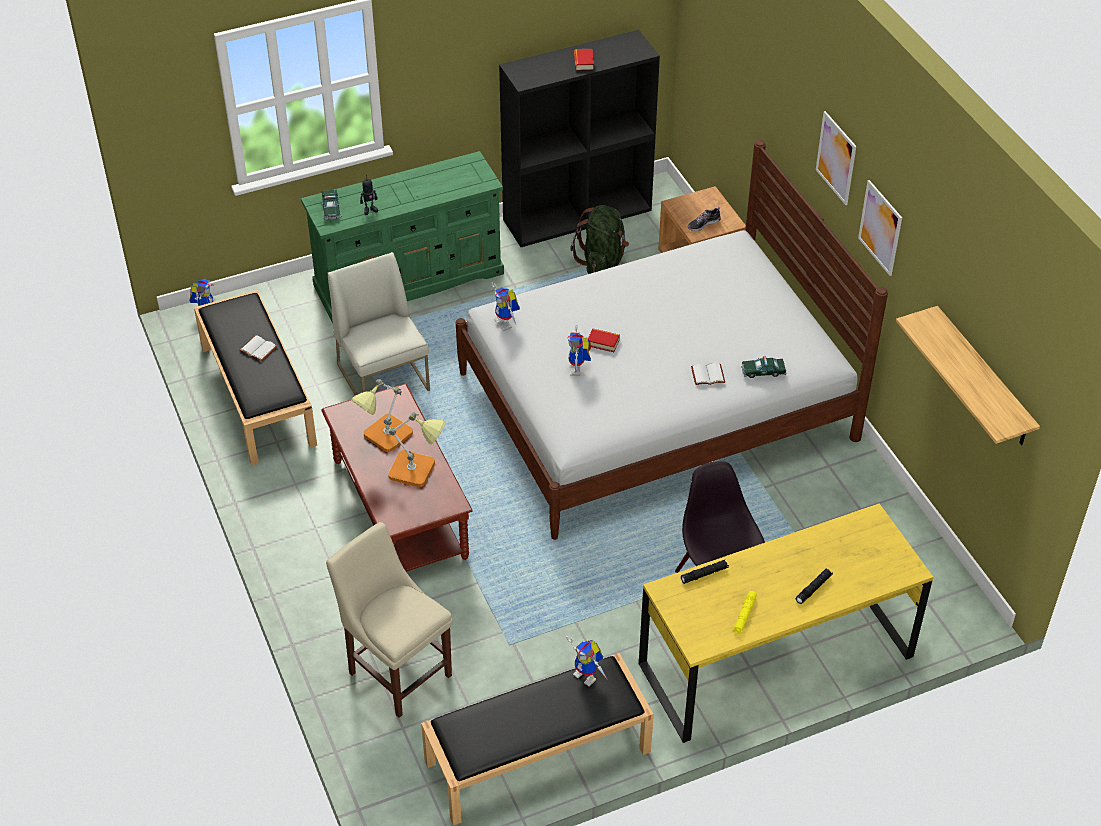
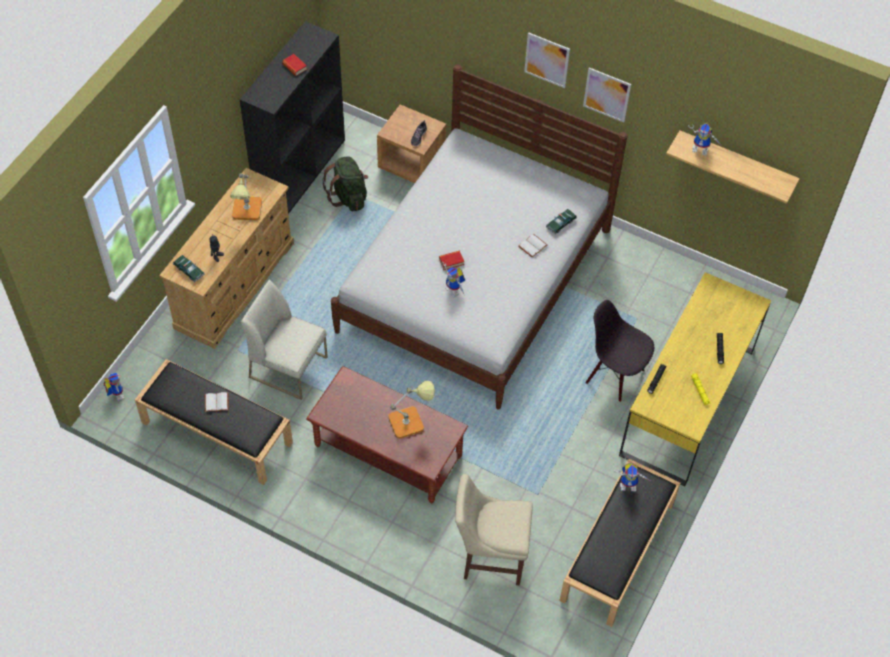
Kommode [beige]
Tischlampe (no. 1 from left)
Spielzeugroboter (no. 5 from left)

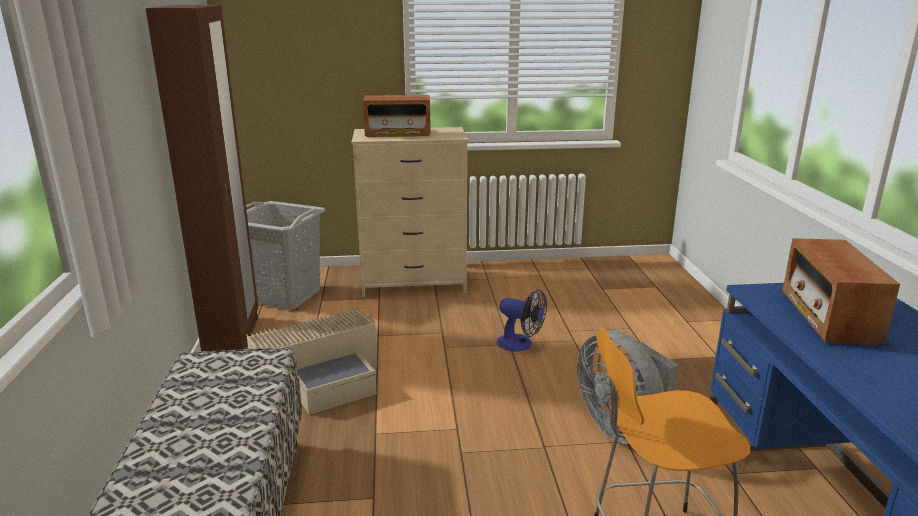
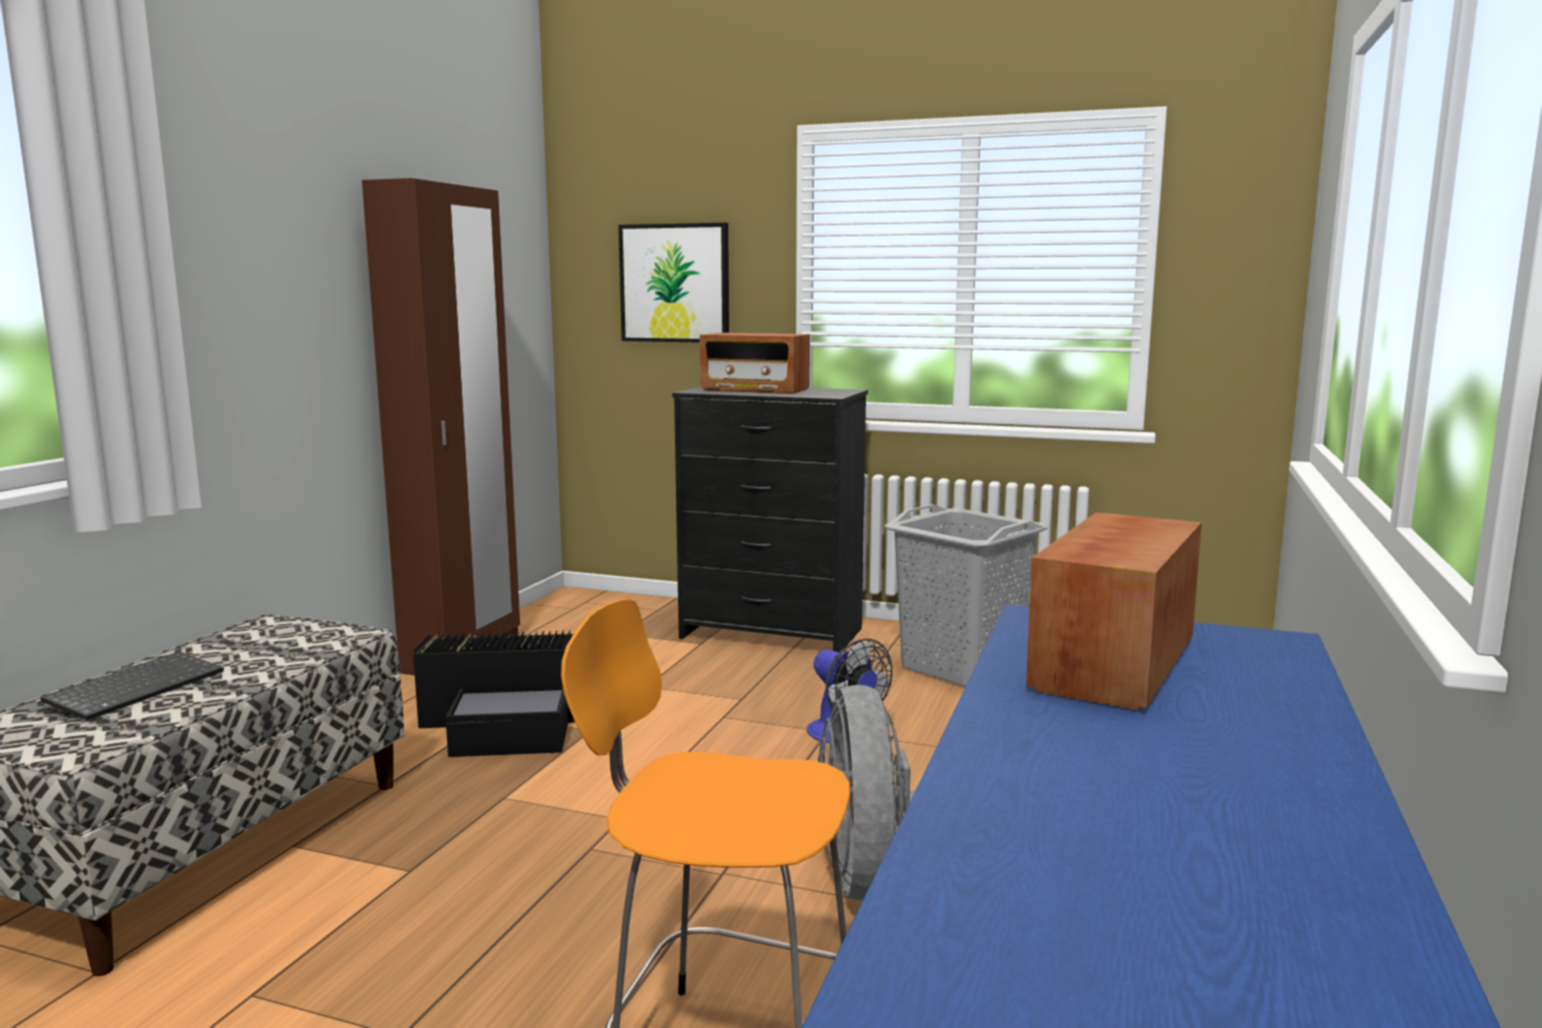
Wäschekorb [grau]
Aufbewahrungsbox [schwarz]
Kommode [schwarz]
Tastatur
Bild

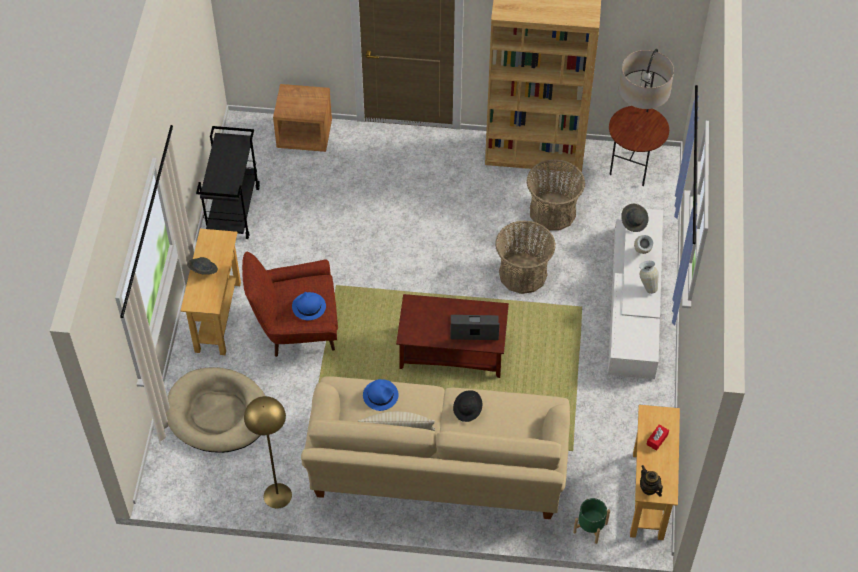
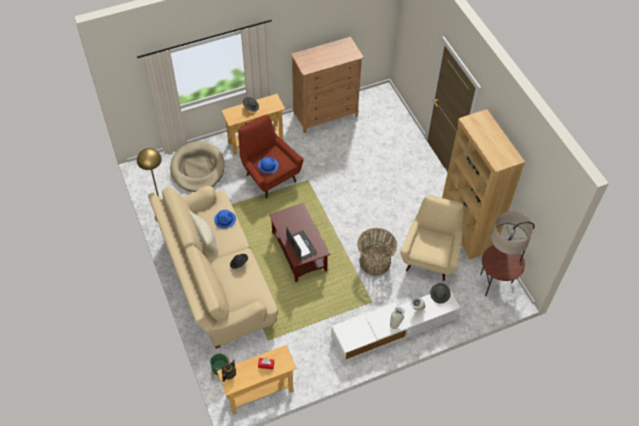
Kommode [braun]
Nachttisch [braun]
Sessel [beige]

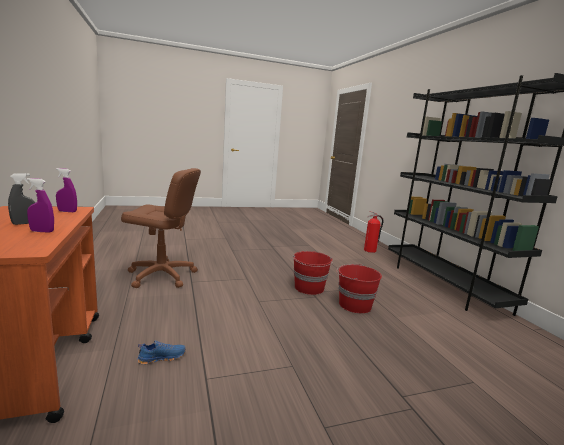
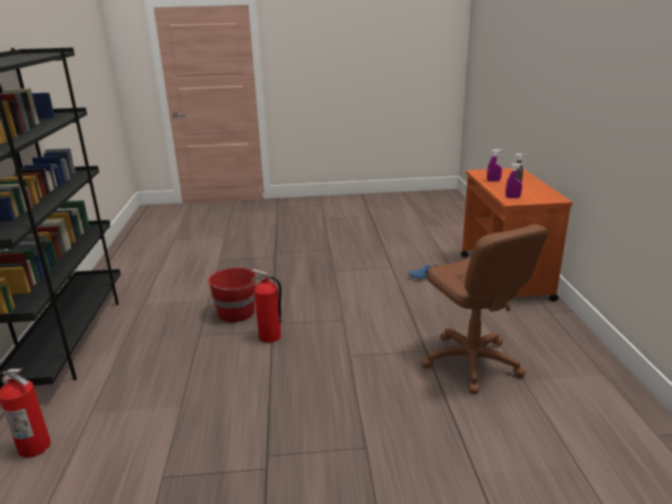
Bürostuhl [braun]
Feuerlöscher (no. 2 from left)

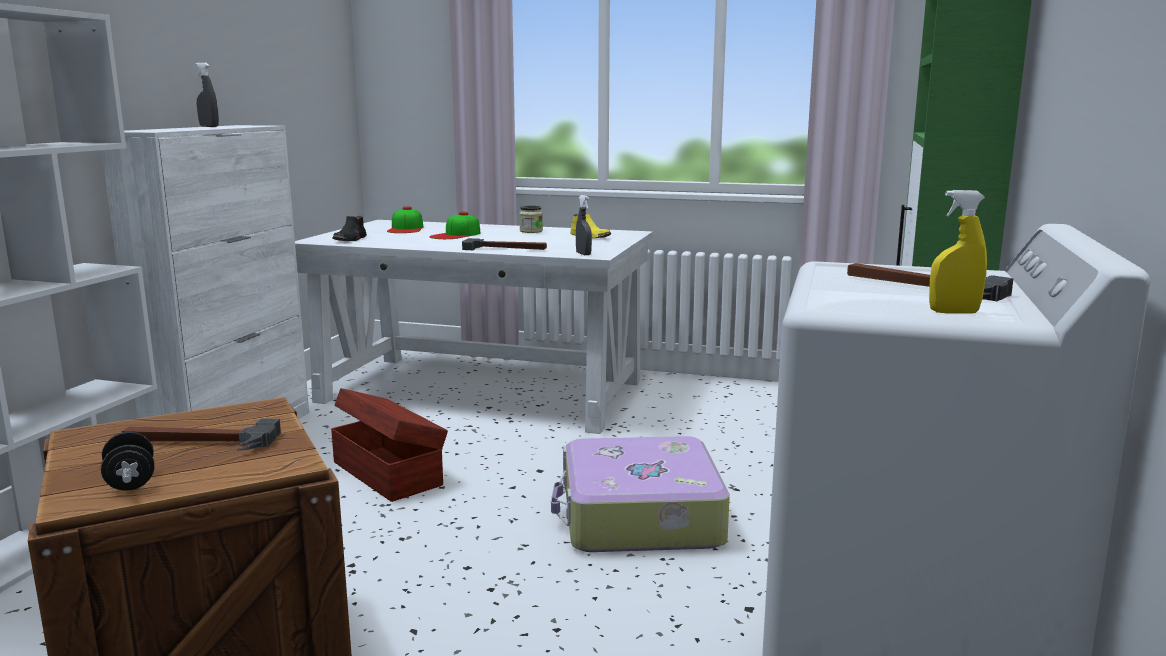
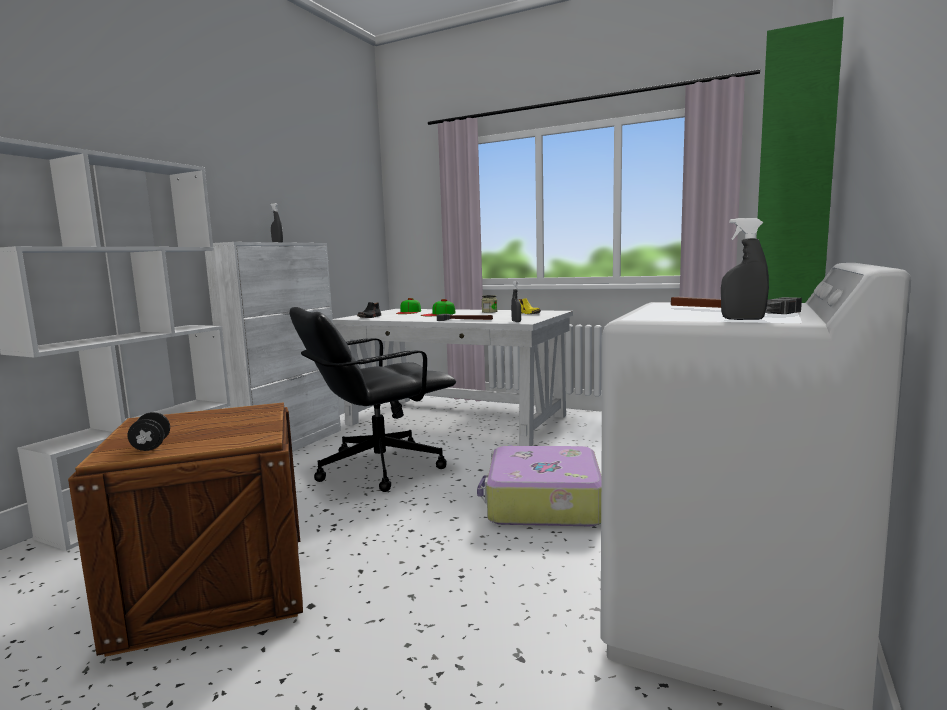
Hammer (no. 1 from left in the first image)
Bürostuhl [schwarz]
Sprühflasche [grau] (no. 3 from left)

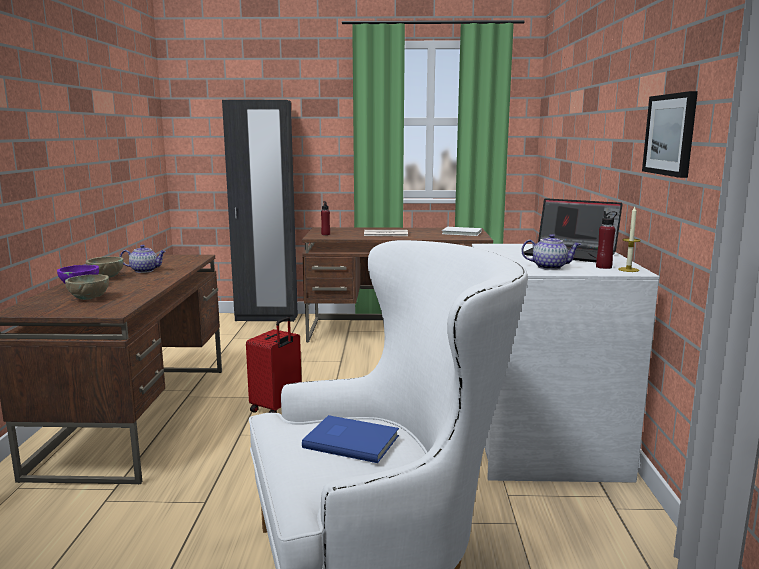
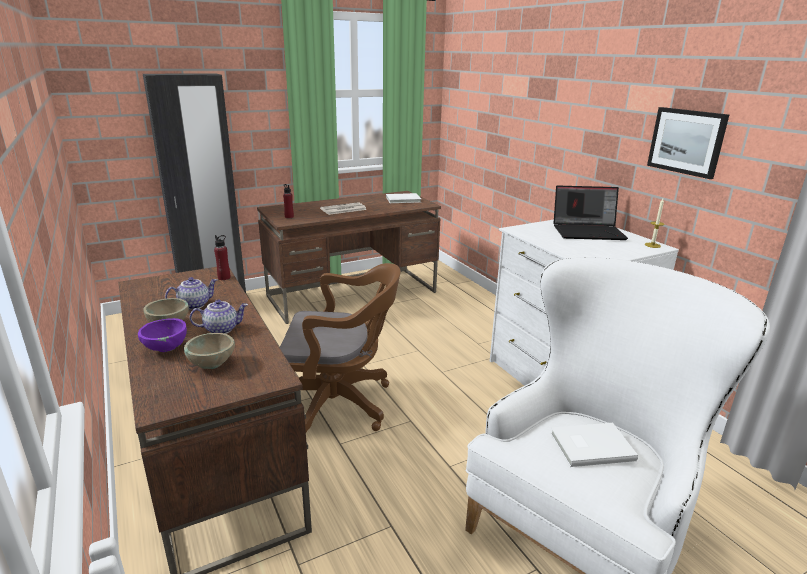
Bürostuhl [braun]
Buch [weiß] (no. 2 from left)
Teekanne (no. 2 from left)
Flasche [rot] (no. 1 from left)

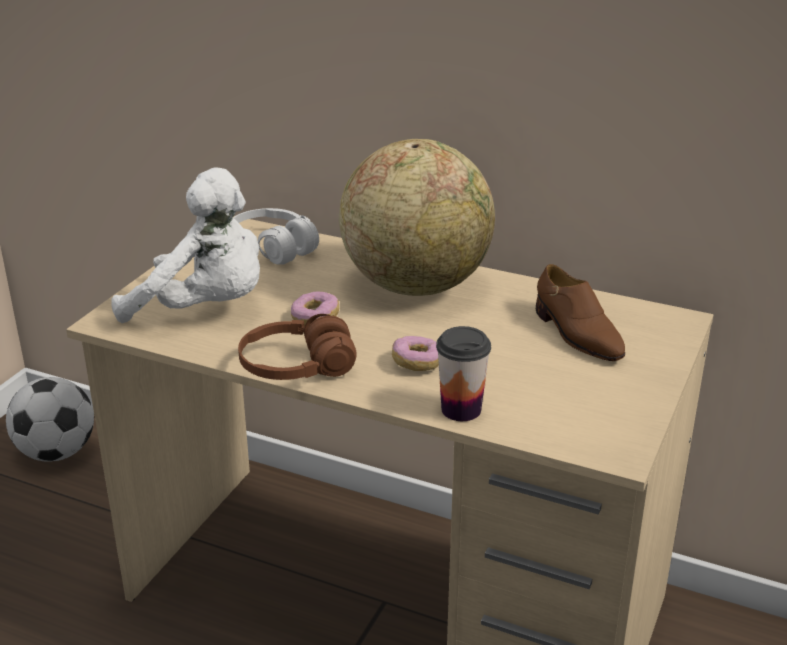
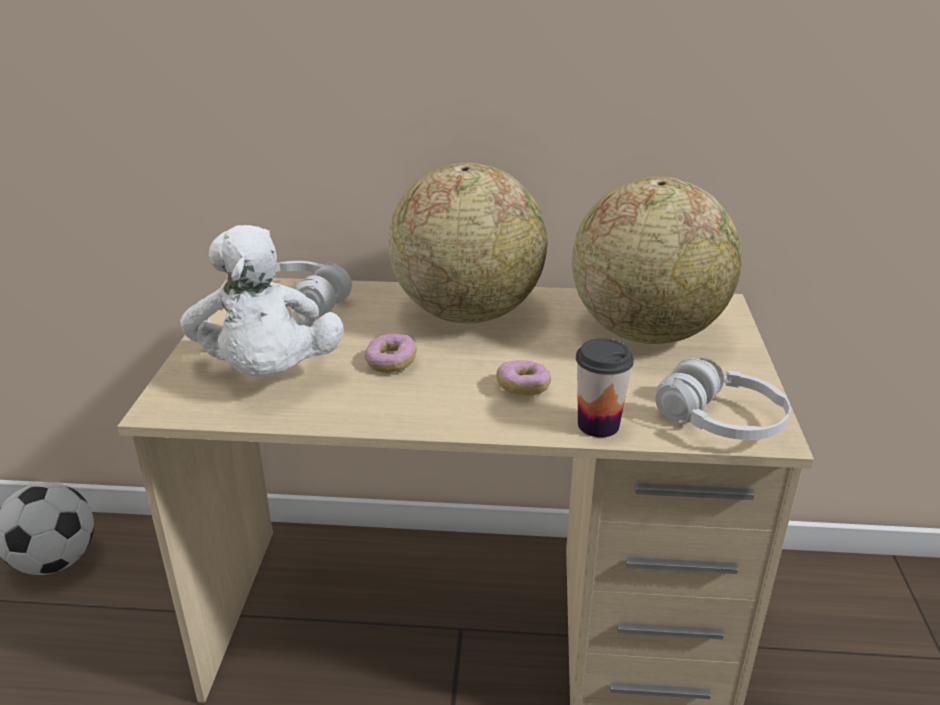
Plüschtier [weiß]
Kopfhörer [braun]
Globus (no. 2 from left)
Kopfhörer [weiß] (no. 2 from left)

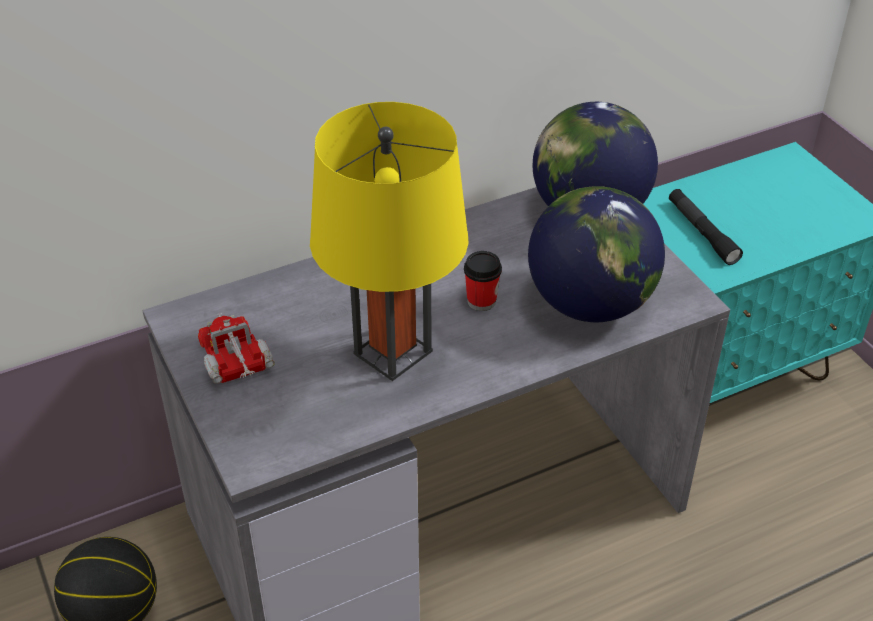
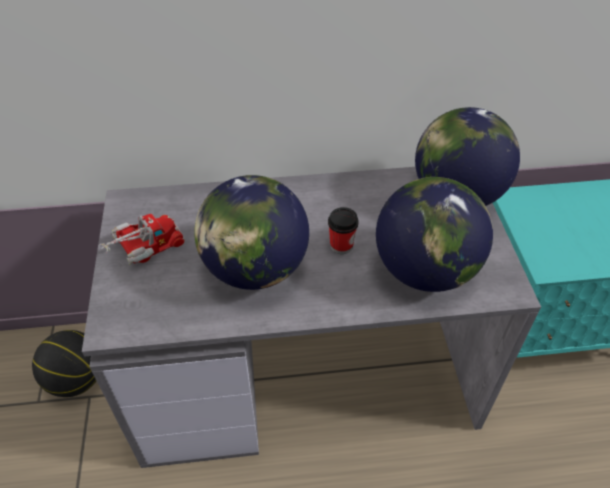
Spielzeuglaster
Globus (no. 1 from left)
Taschenlampe [schwarz]

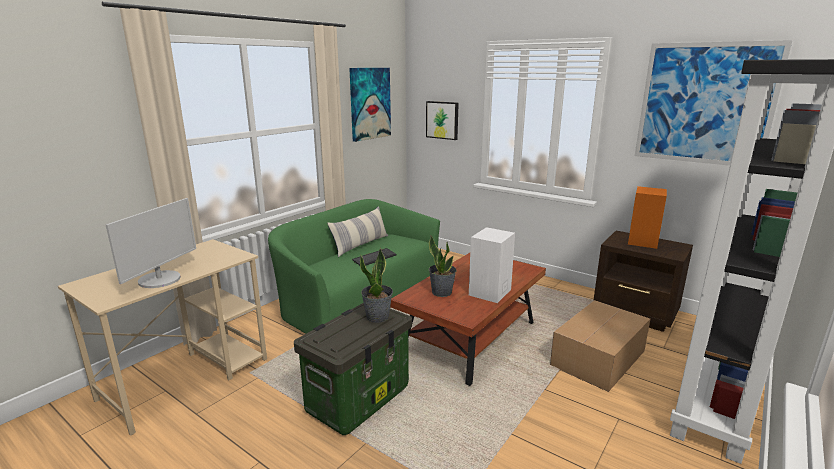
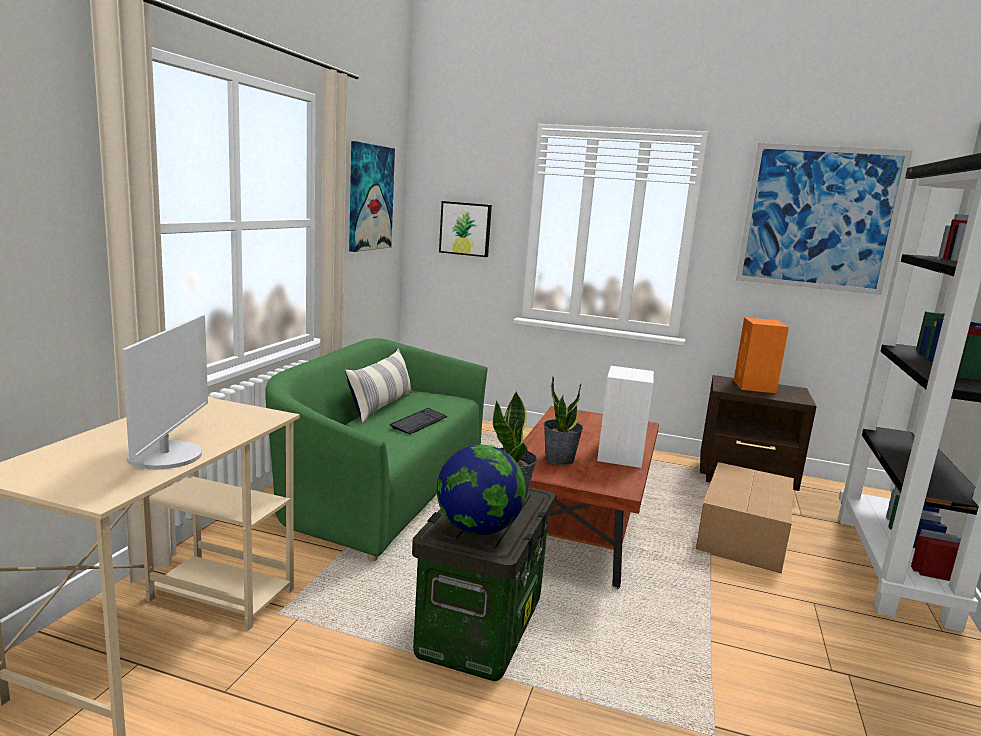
Globus

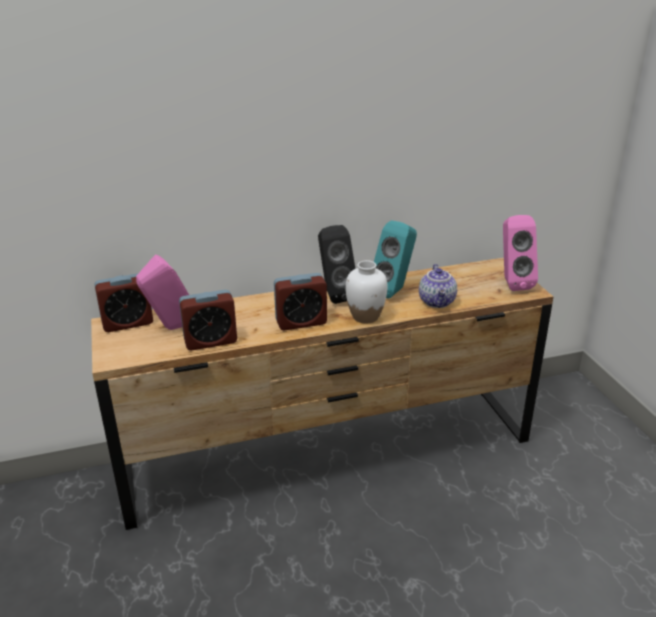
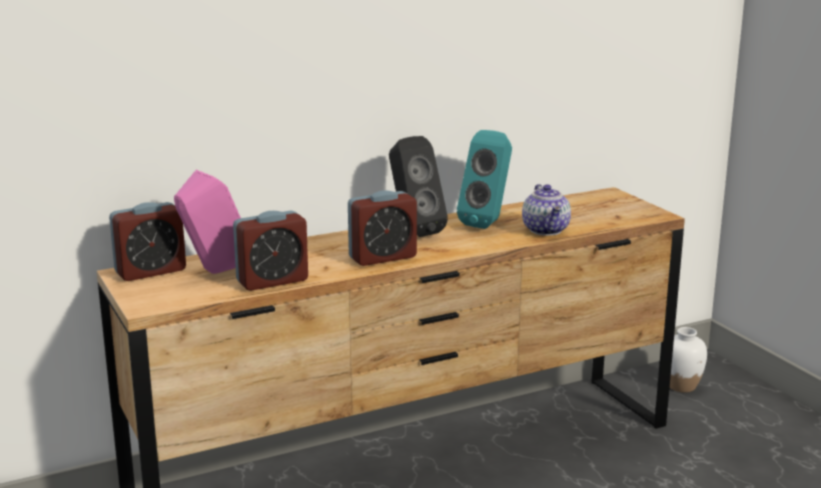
Vase [weiß]
Lautsprecher [rosa] (no. 2 from left in the first image)

